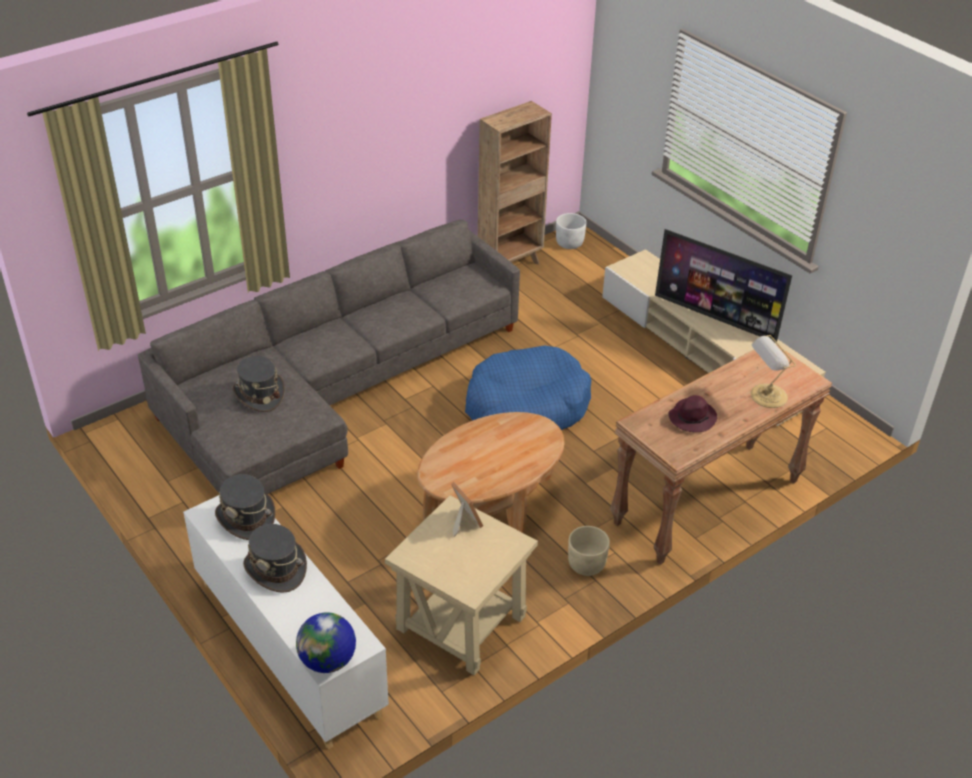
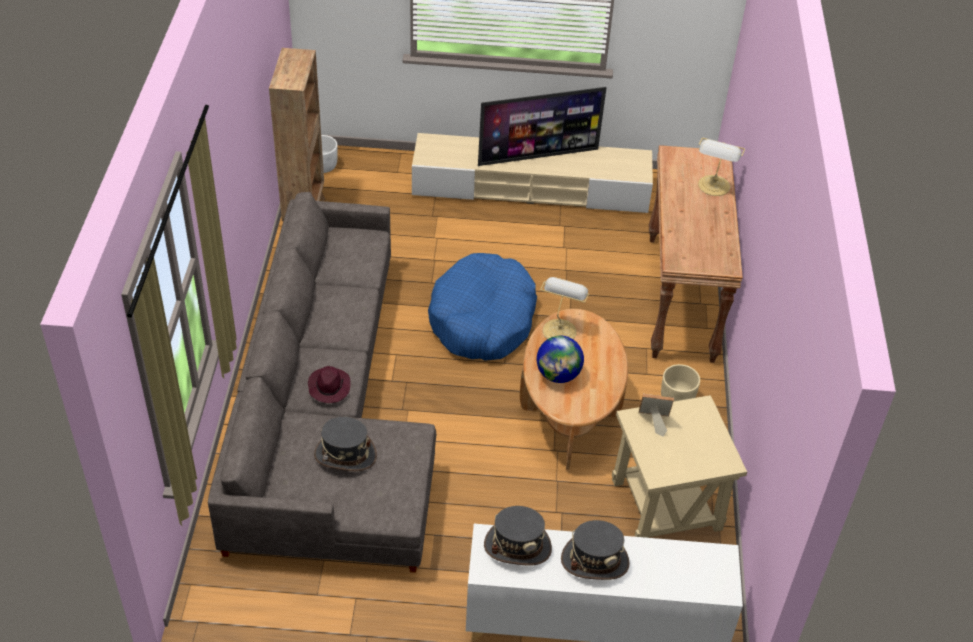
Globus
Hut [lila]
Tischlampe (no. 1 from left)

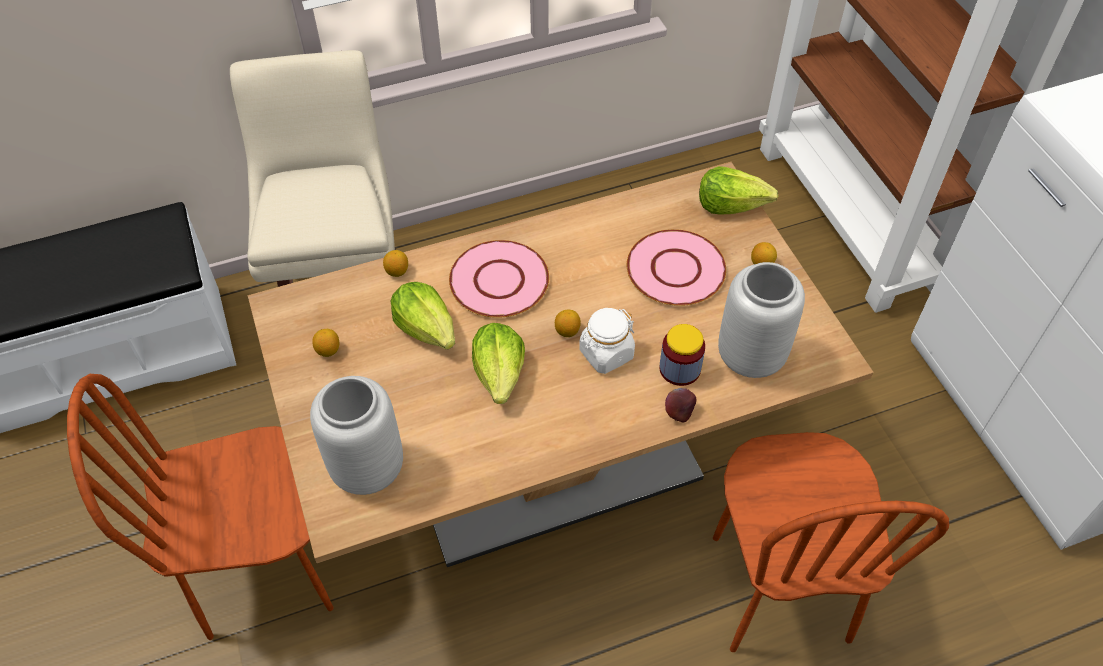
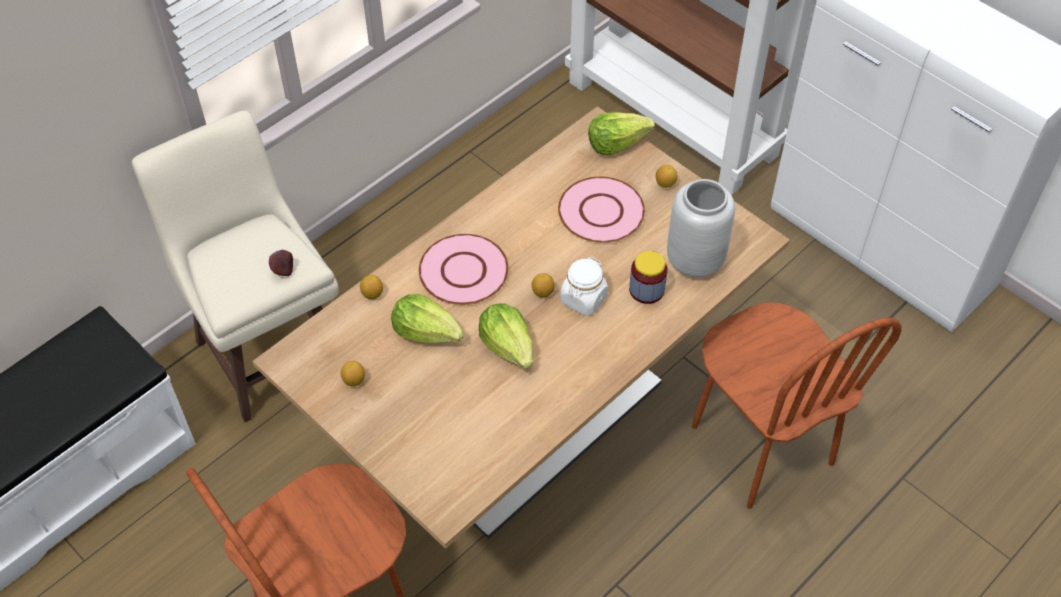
Vase [grau] (no. 1 from left in the first image)
Apfel

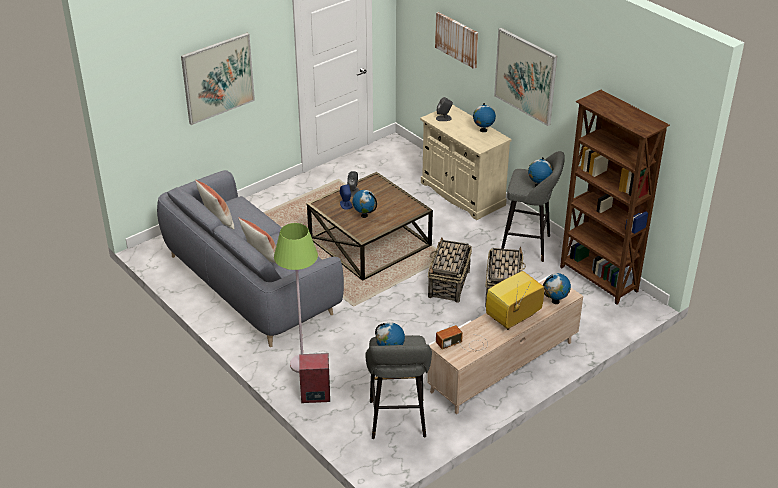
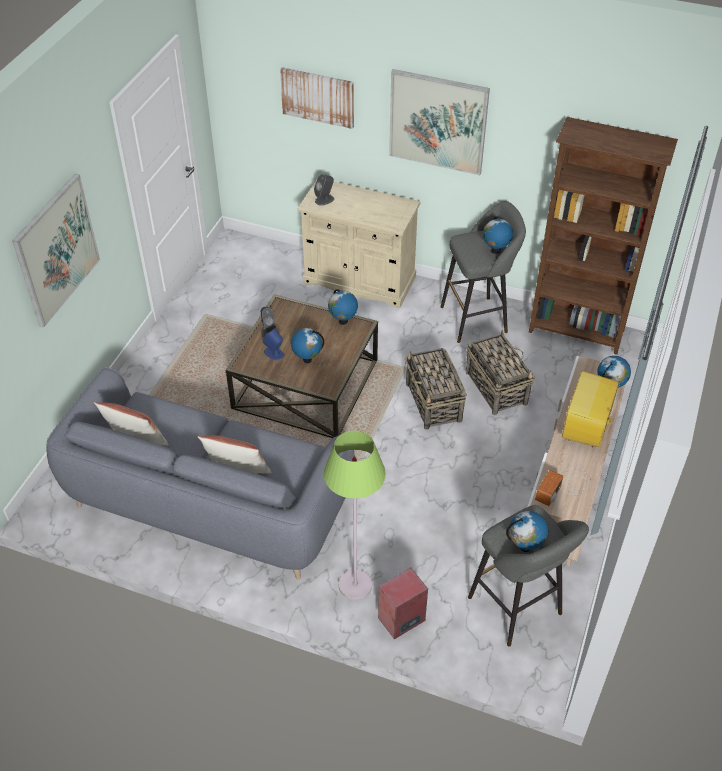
Globus (no. 2 from left)

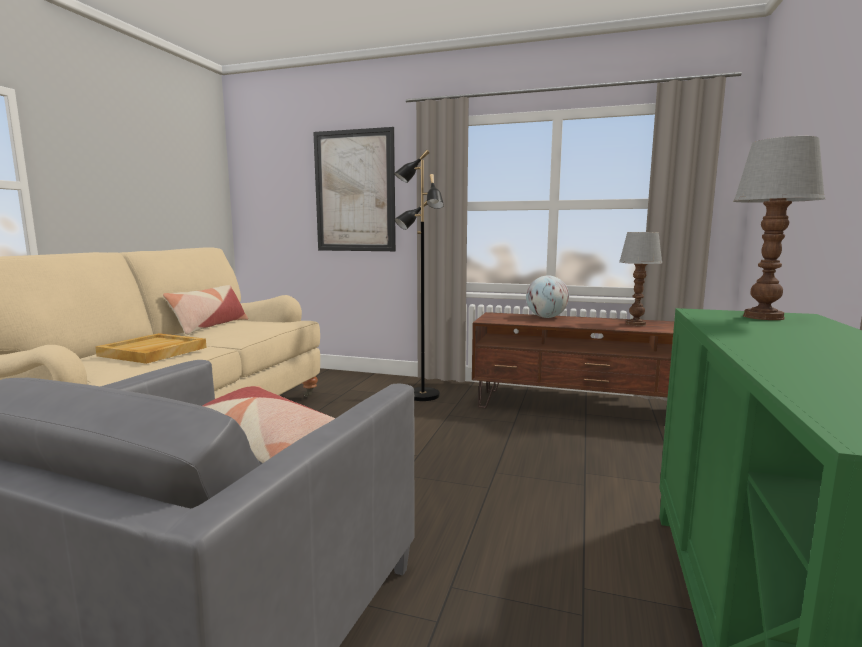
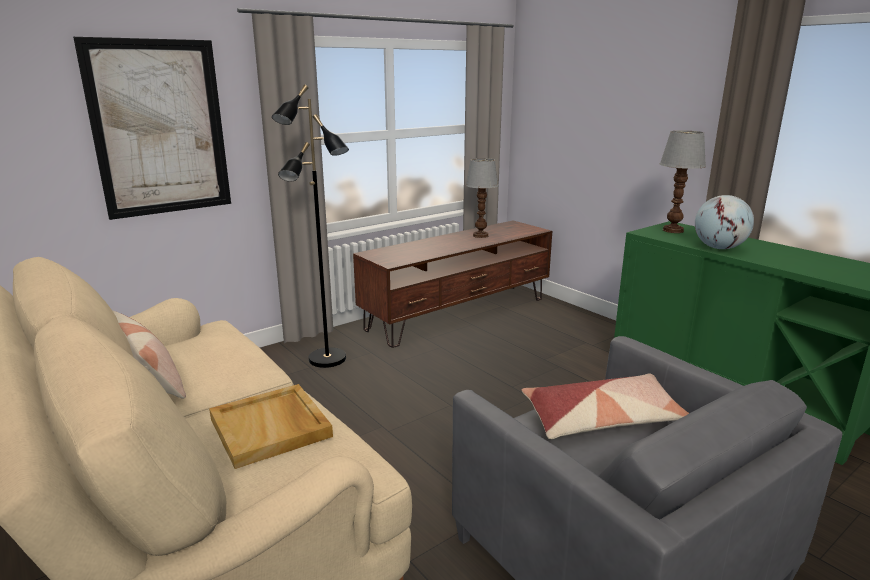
Globus

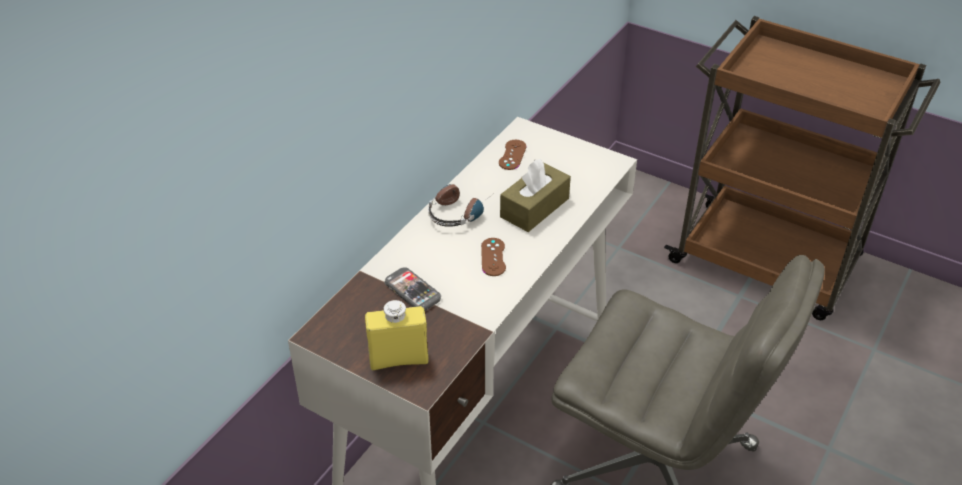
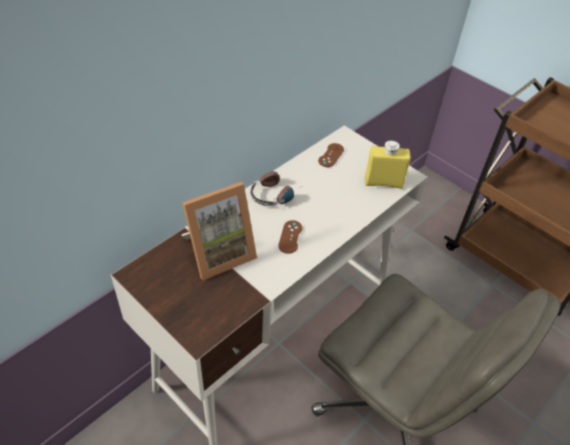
Flasche [gelb]
Bilderrahmen
Taschentuchbox [braun]

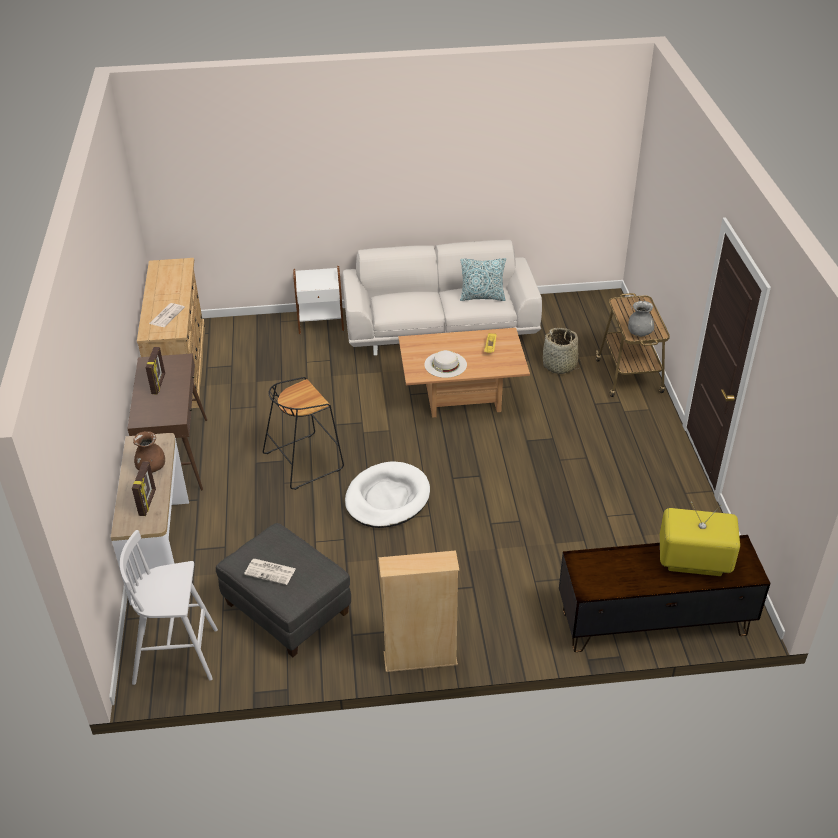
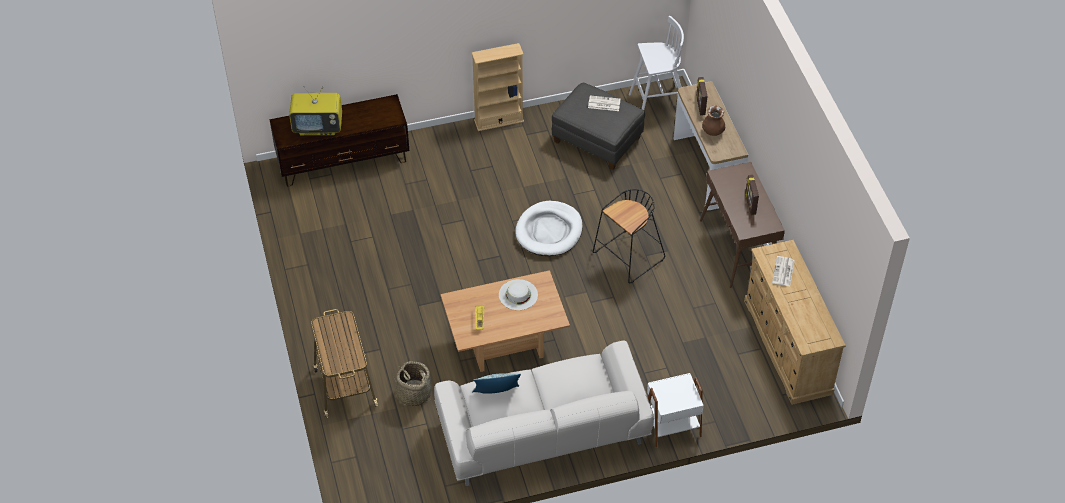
Vase [grau]

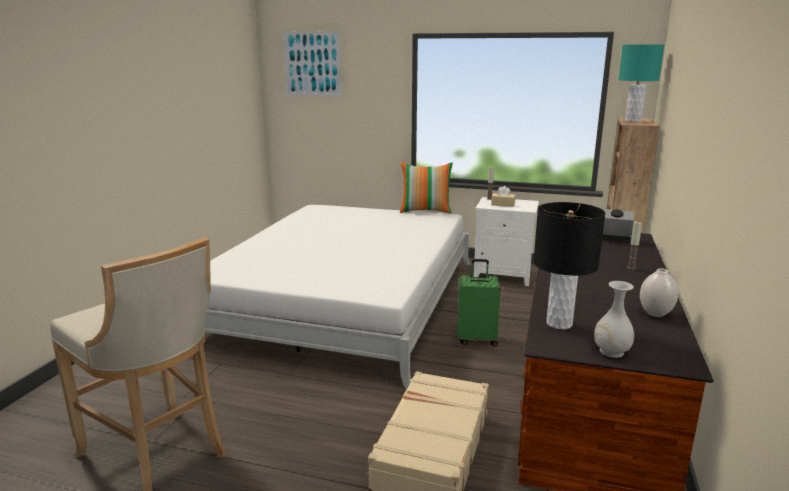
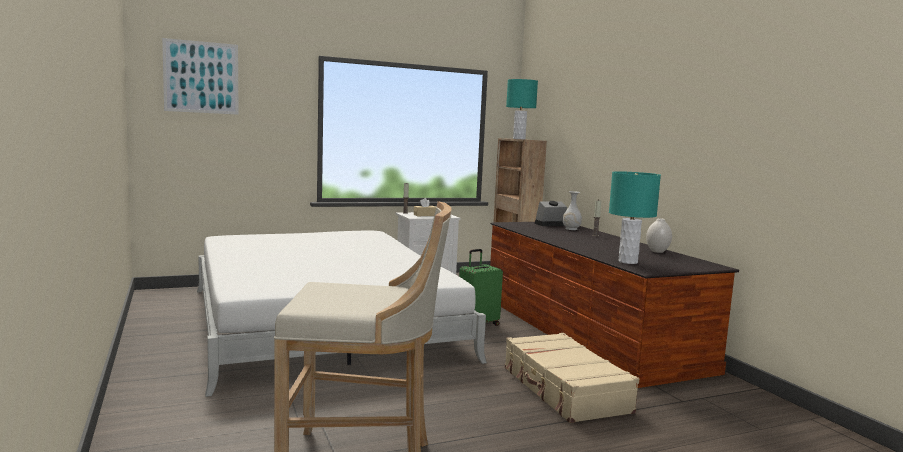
Kissen
Tischlampe [türkis] (no. 2 from left)
Vase [weiß] (no. 1 from left)

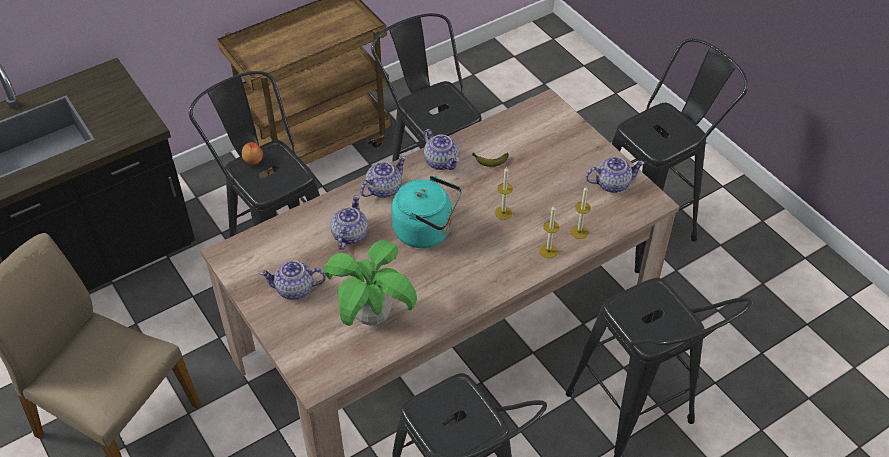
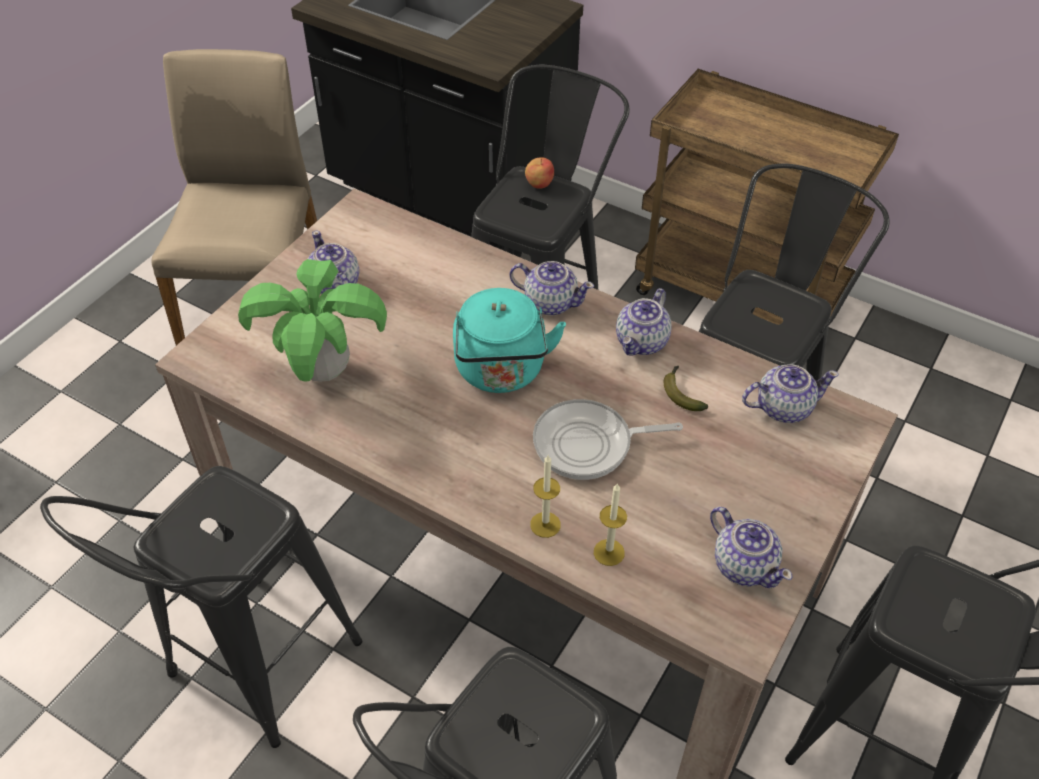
Teekanne (no. 5 from left)
Pfanne

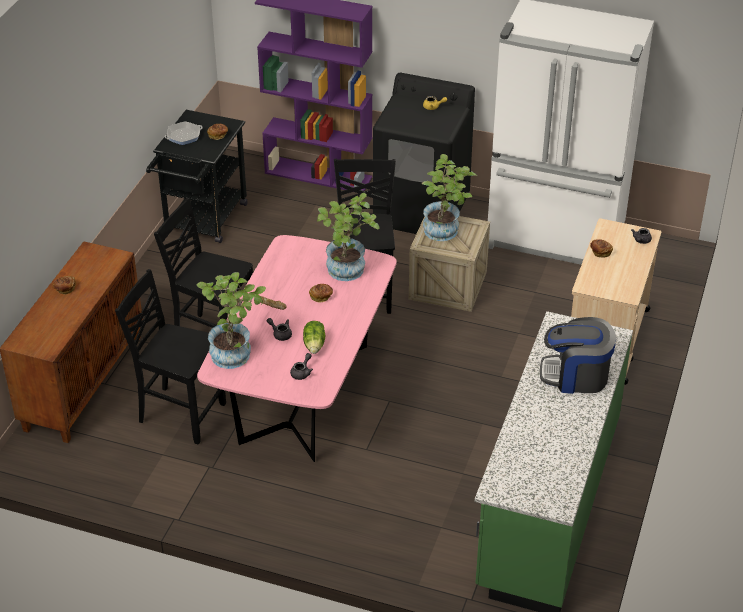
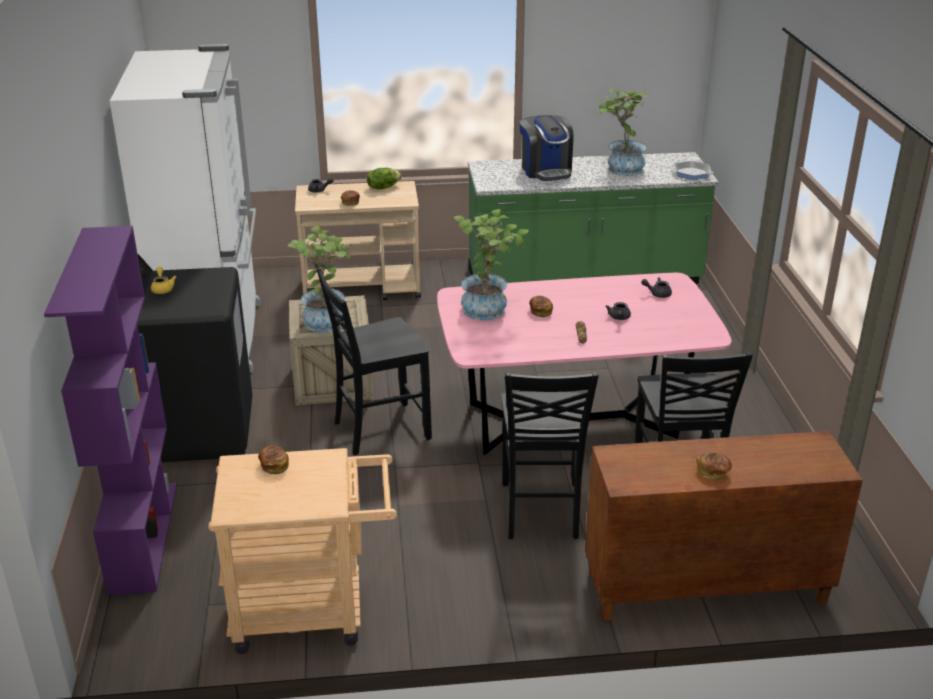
Rollwagen [beige] (no. 1 from left)
Pfanne
Topfpflanze (no. 3 from left)
Salatkopf

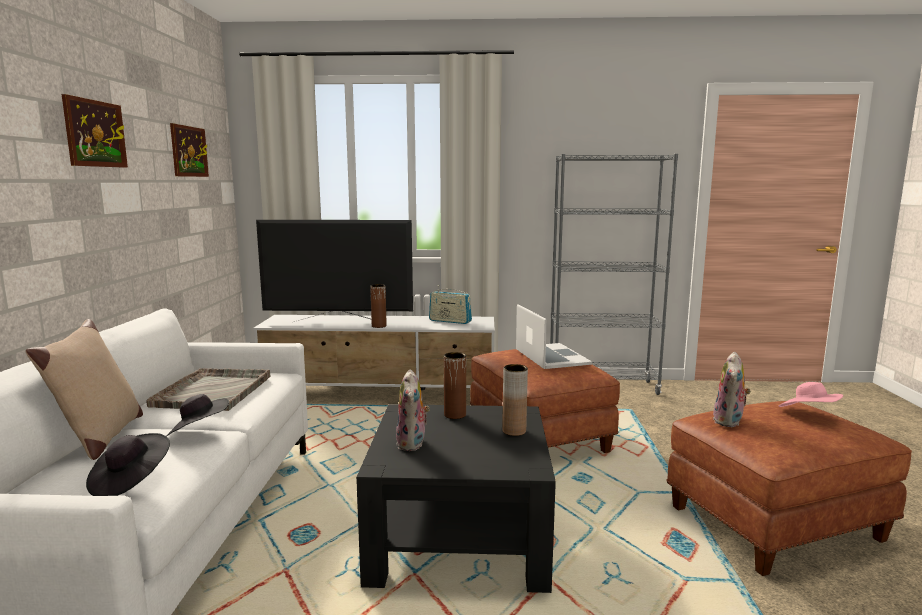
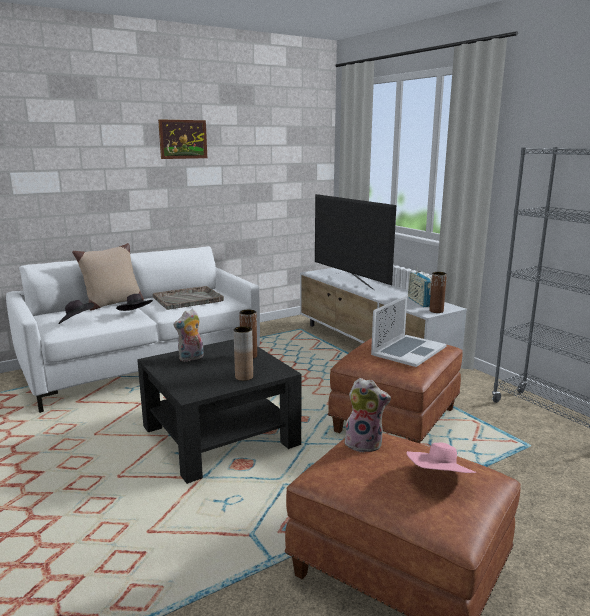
Bild (no. 2 from left in the first image)
Vase [braun] (no. 3 from left)
Plüschtier (no. 2 from left)

